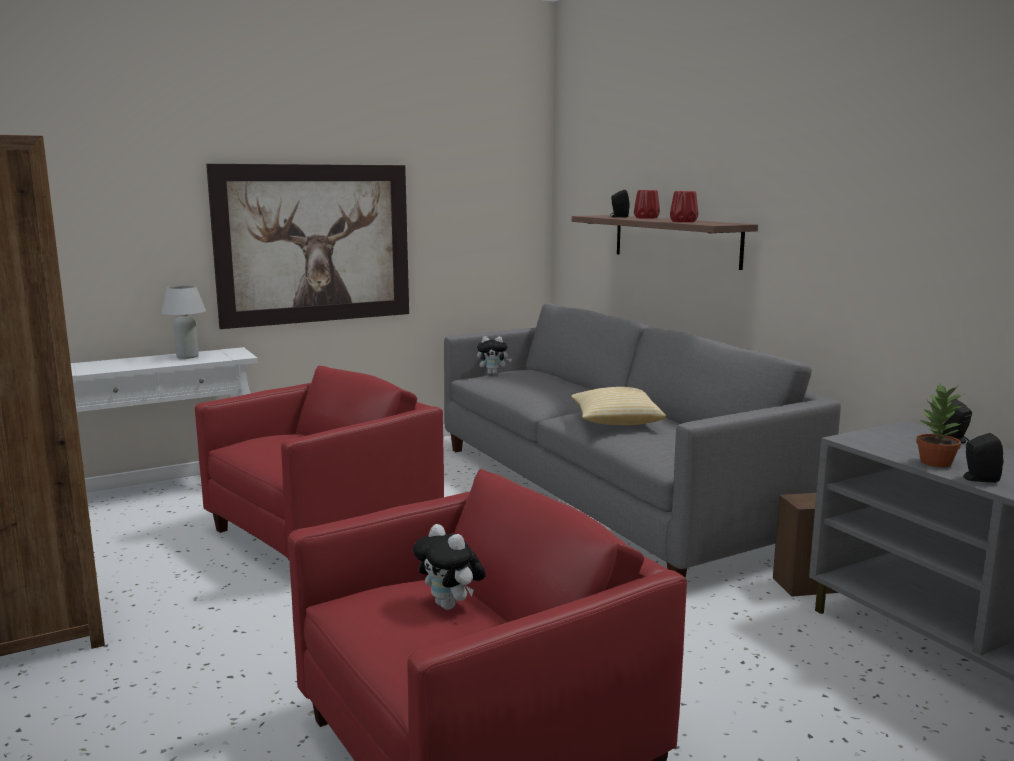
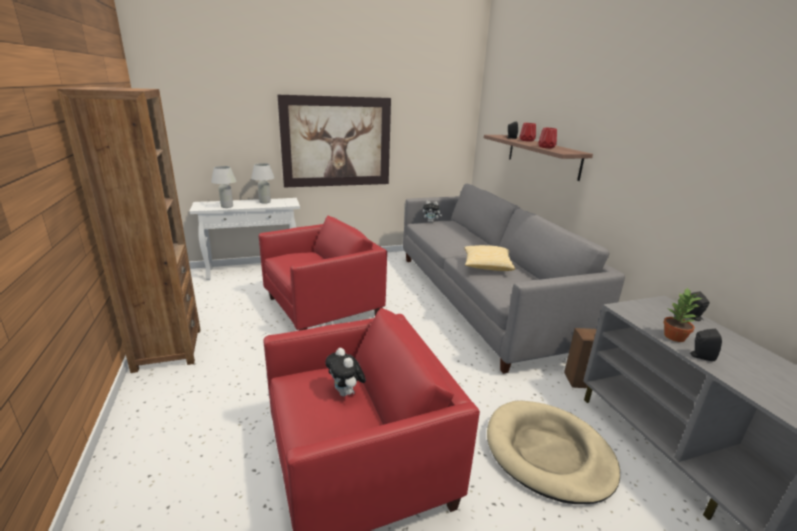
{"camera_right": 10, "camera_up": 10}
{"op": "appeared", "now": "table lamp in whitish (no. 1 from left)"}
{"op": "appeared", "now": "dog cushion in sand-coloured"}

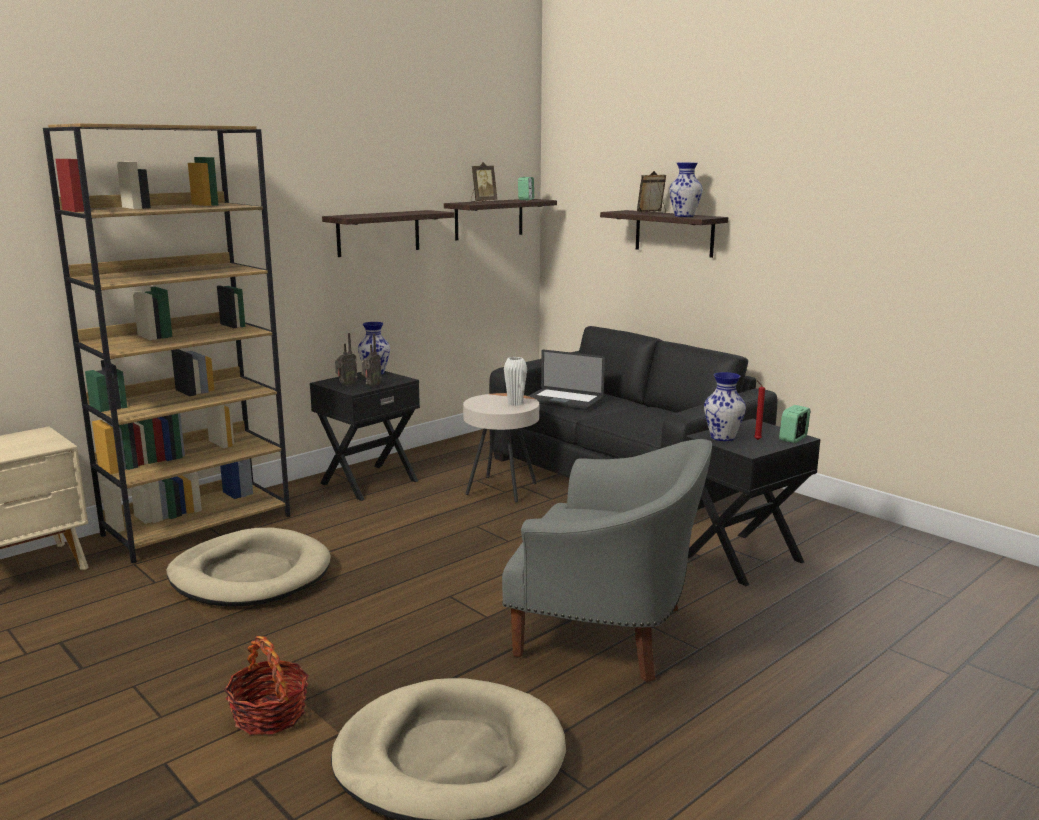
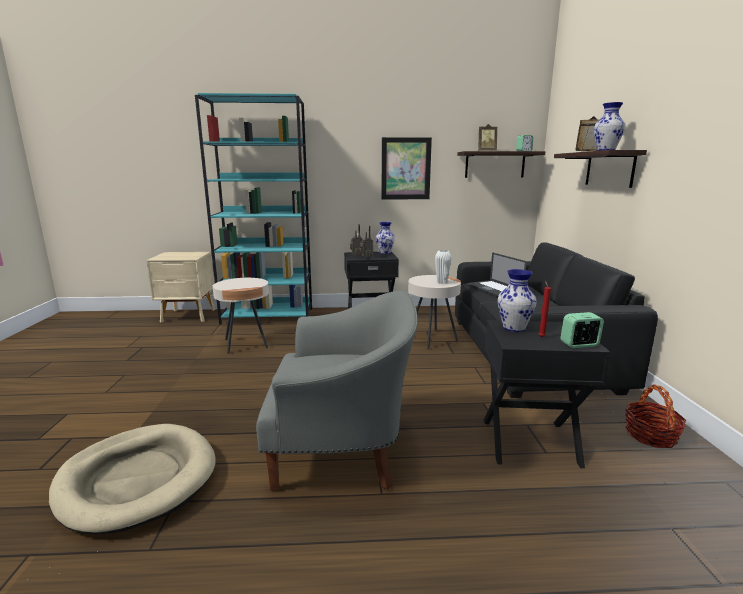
{"camera_right": 40, "camera_up": 0}
{"op": "colour", "was": "shelving unit in brown", "now": "shelving unit in turquoise"}
{"op": "exchanged", "was": "wall shelf (no. 1 from left)", "now": "picture"}
{"op": "spun", "was": "lounge chair in grey", "clockwise": -60}
{"op": "exchanged", "was": "dog cushion in sand-coloured (no. 1 from left)", "now": "side table in sand-coloured (no. 1 from left)"}
{"op": "relocated", "was": "storage basket"}

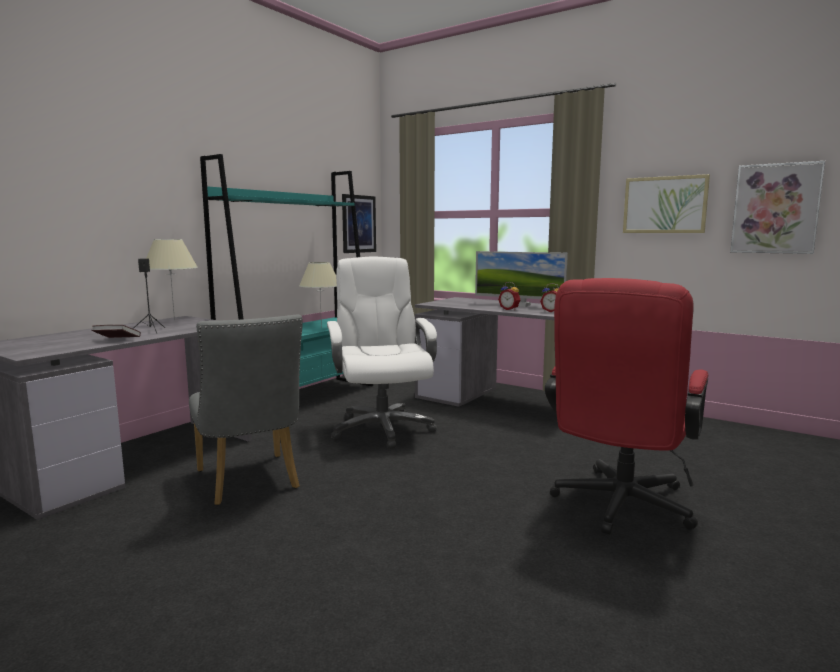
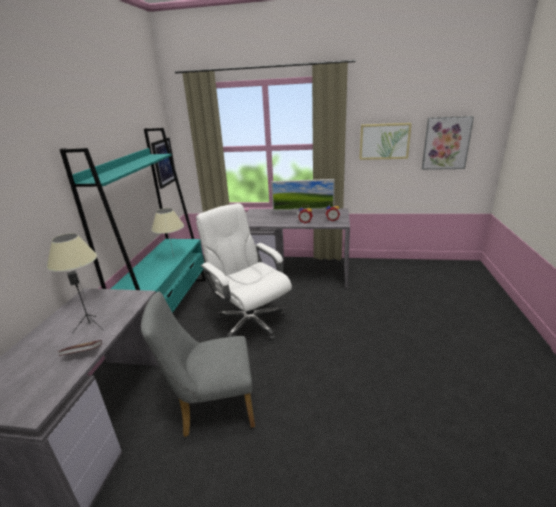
{"camera_right": -25, "camera_up": 15}
{"op": "missing", "was": "office chair in red"}
{"op": "spun", "was": "chair in grey", "clockwise": 135}

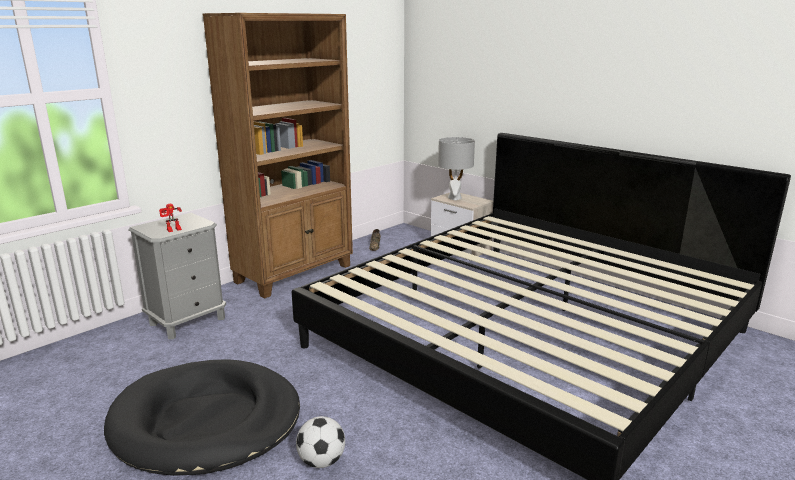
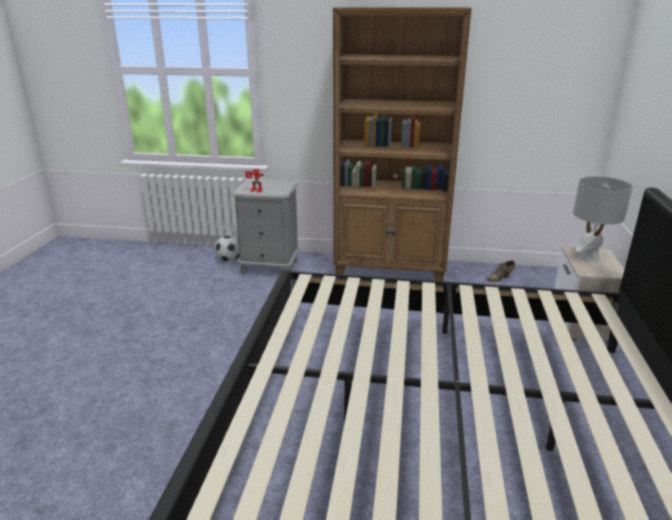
{"camera_right": 55, "camera_up": 5}
{"op": "missing", "was": "dog cushion in black"}
{"op": "relocated", "was": "football ball"}

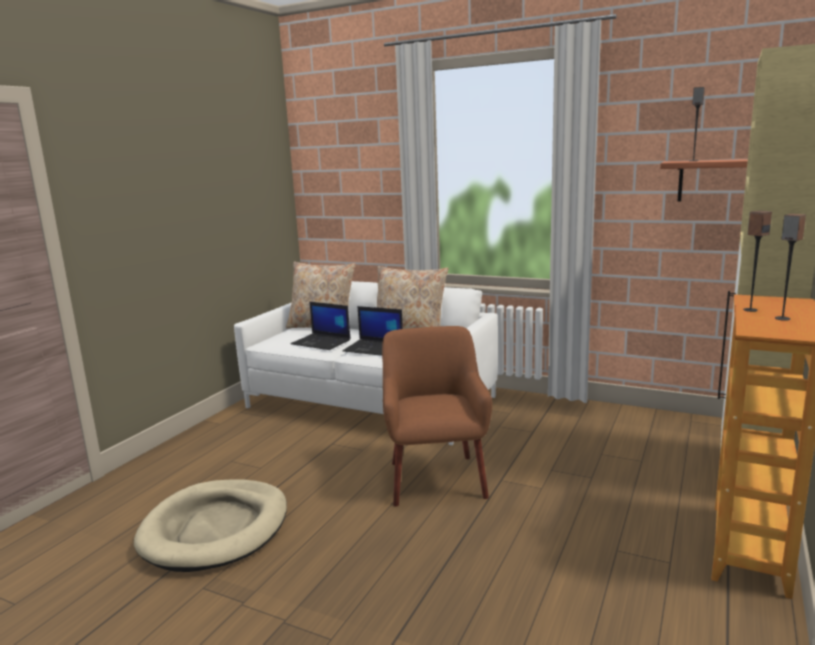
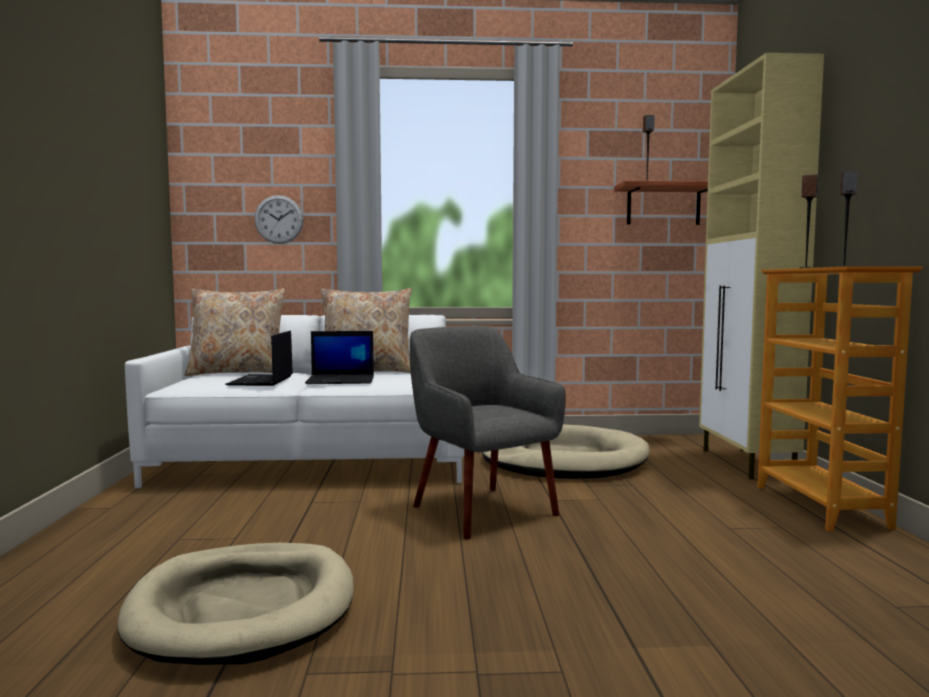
{"camera_right": -30, "camera_up": -10}
{"op": "spun", "was": "portable computer (no. 1 from left)", "clockwise": 90}
{"op": "colour", "was": "lounge chair in brown", "now": "lounge chair in grey"}
{"op": "appeared", "now": "hanging clock"}
{"op": "appeared", "now": "dog cushion in sand-coloured (no. 2 from left)"}

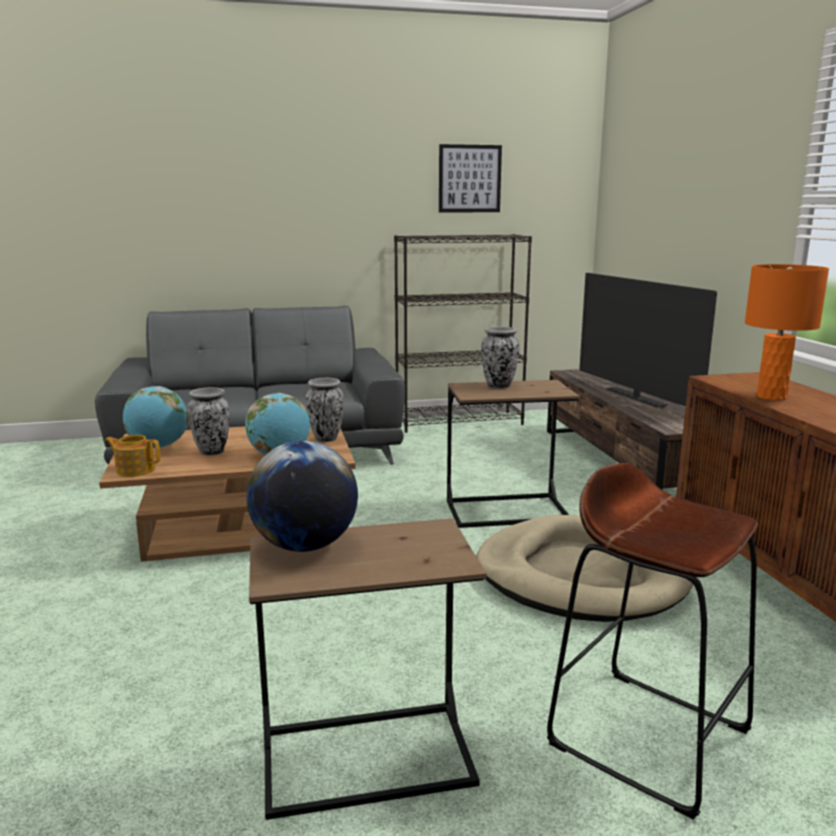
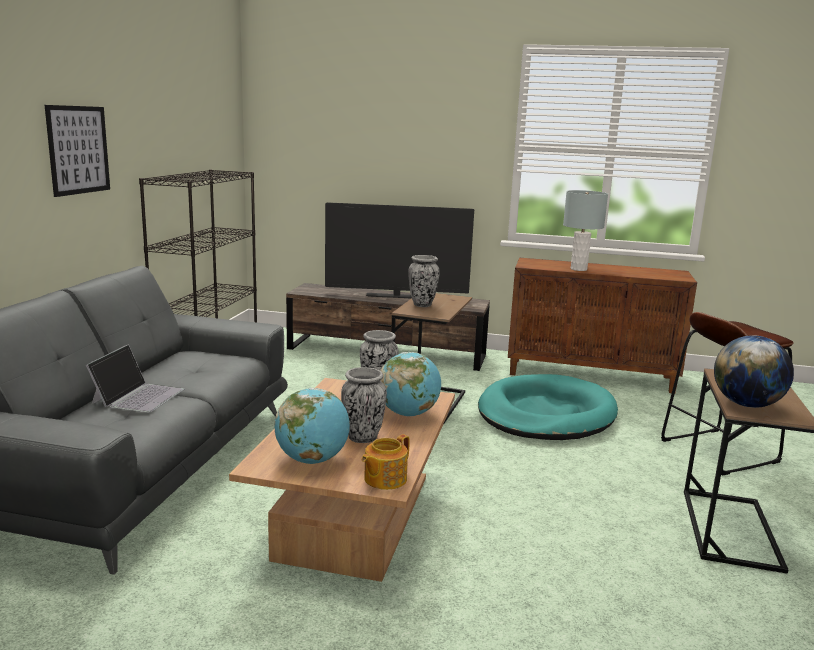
{"camera_right": -65, "camera_up": 0}
{"op": "relocated", "was": "picture"}
{"op": "colour", "was": "table lamp in orange-coloured", "now": "table lamp in grey"}
{"op": "colour", "was": "dog cushion in sand-coloured", "now": "dog cushion in turquoise"}
{"op": "appeared", "now": "portable computer"}

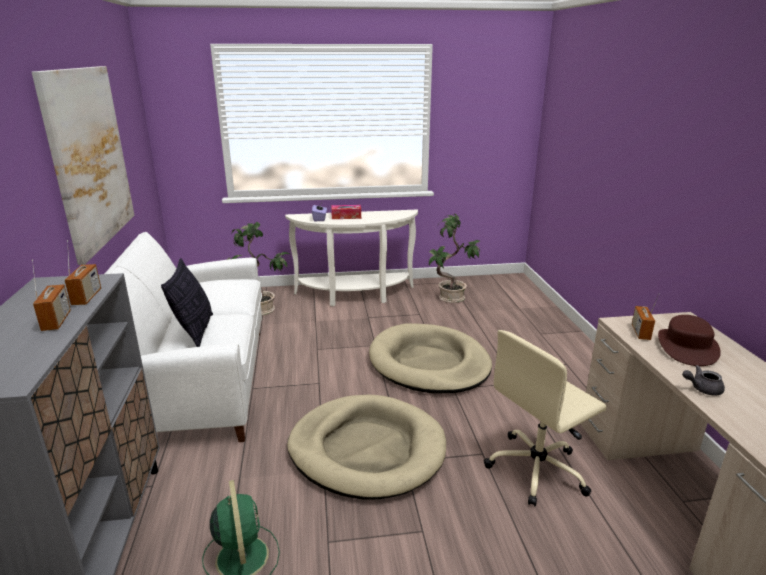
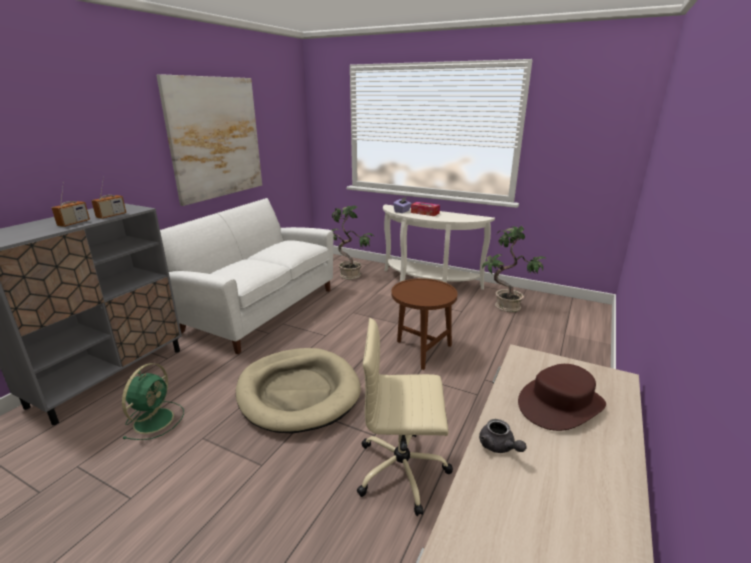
{"camera_right": 35, "camera_up": 0}
{"op": "missing", "was": "pillow"}
{"op": "missing", "was": "radio set (no. 3 from left)"}
{"op": "exchanged", "was": "dog cushion in sand-coloured (no. 2 from left)", "now": "side table in brown"}
{"op": "spun", "was": "pot for tea in grey", "clockwise": -150}

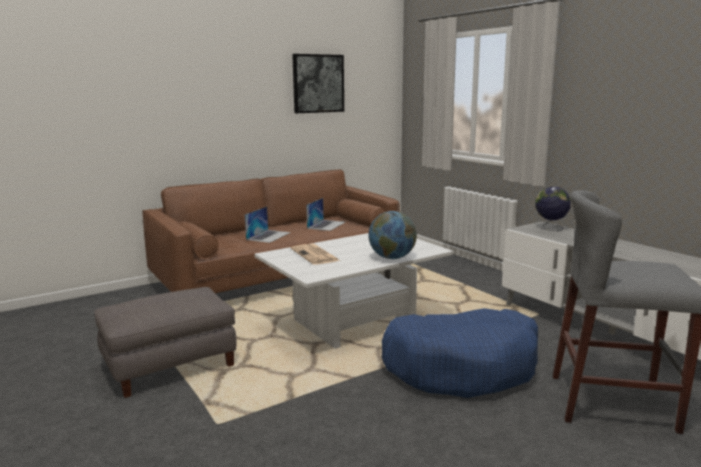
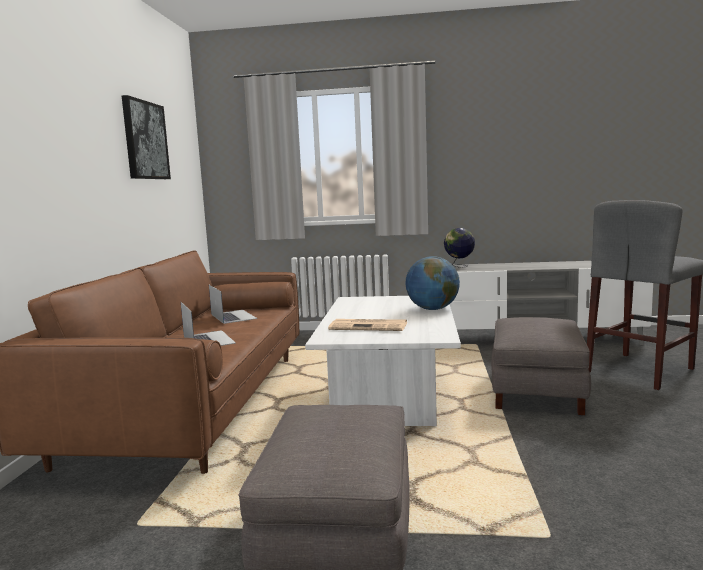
{"camera_right": -50, "camera_up": -5}
{"op": "exchanged", "was": "dog cushion in blue", "now": "ottoman in grey (no. 2 from left)"}

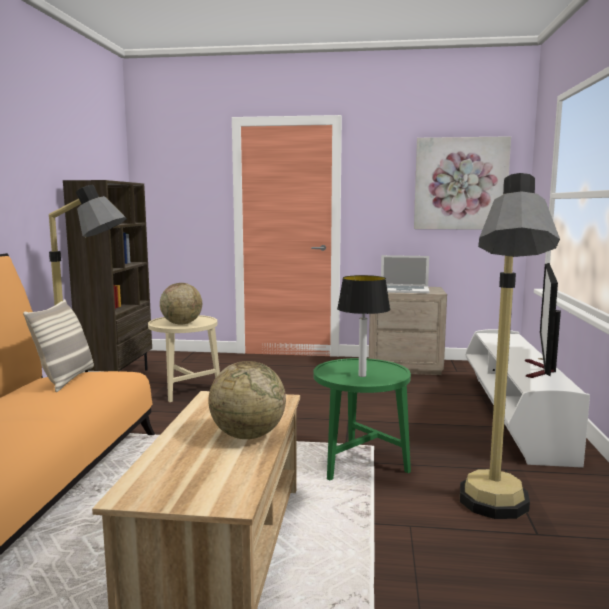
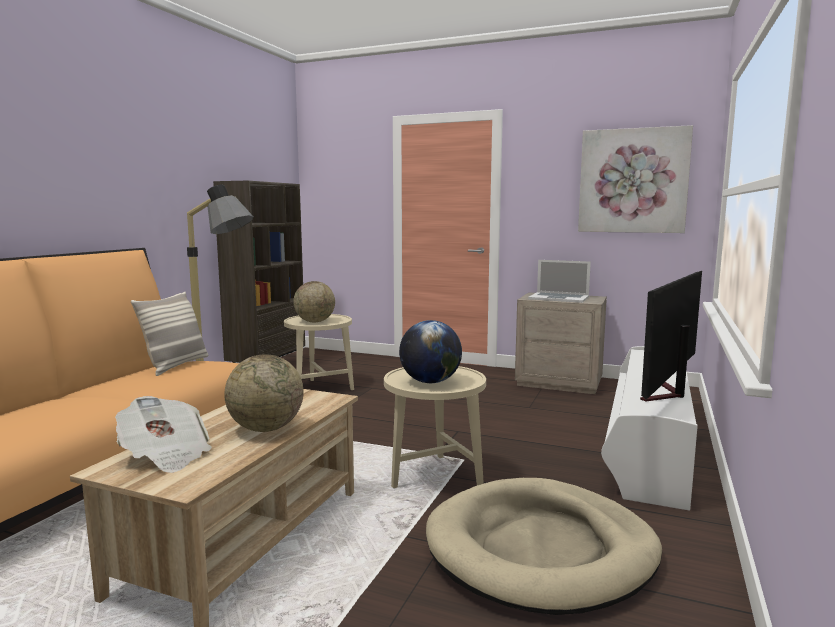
{"camera_right": 15, "camera_up": 0}
{"op": "exchanged", "was": "floor lamp (no. 2 from left)", "now": "dog cushion in sand-coloured"}
{"op": "exchanged", "was": "table lamp", "now": "desk globe (no. 3 from left)"}
{"op": "colour", "was": "side table in green", "now": "side table in sand-coloured (no. 2 from left)"}
{"op": "appeared", "now": "newspaper"}

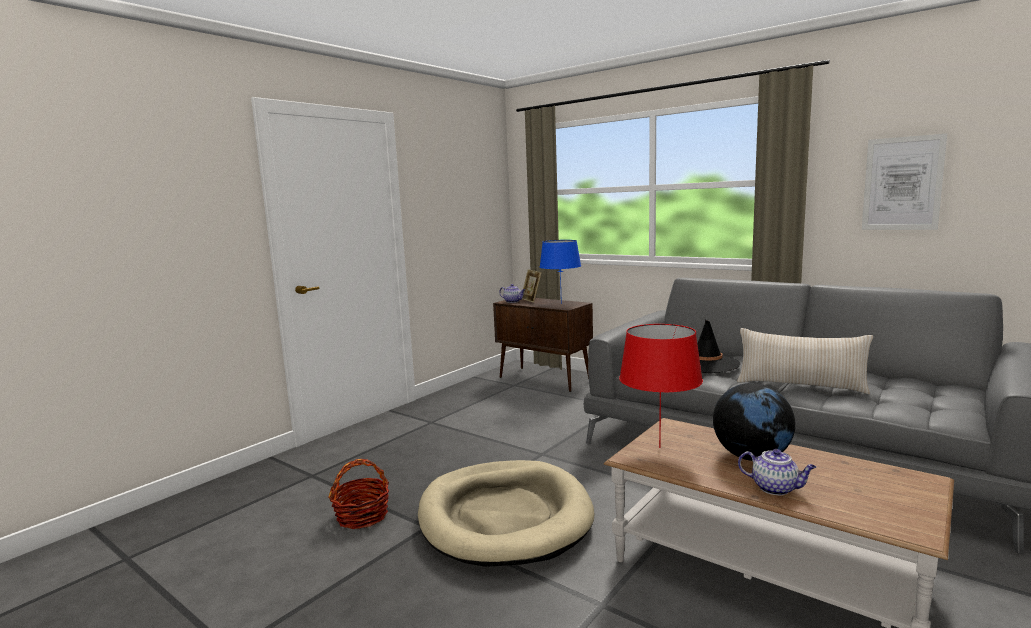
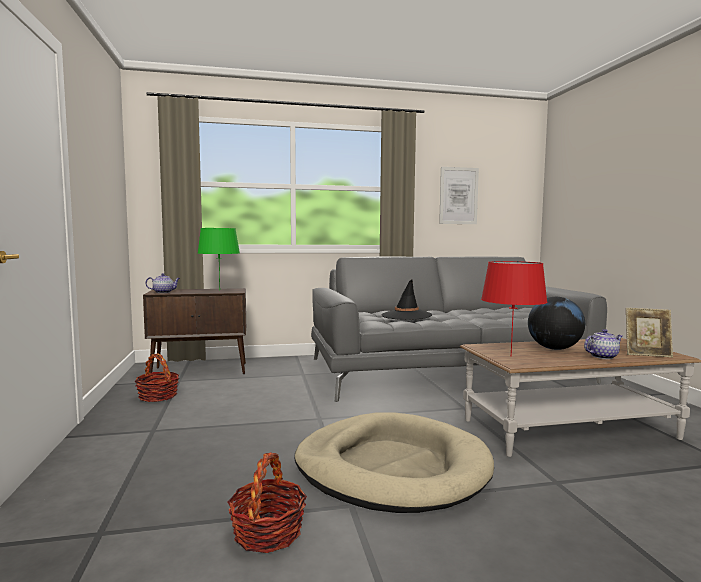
{"camera_right": -50, "camera_up": -5}
{"op": "colour", "was": "table lamp in blue", "now": "table lamp in green"}
{"op": "relocated", "was": "photo frame"}
{"op": "missing", "was": "pillow in sand-coloured"}
{"op": "appeared", "now": "storage basket (no. 1 from left)"}

